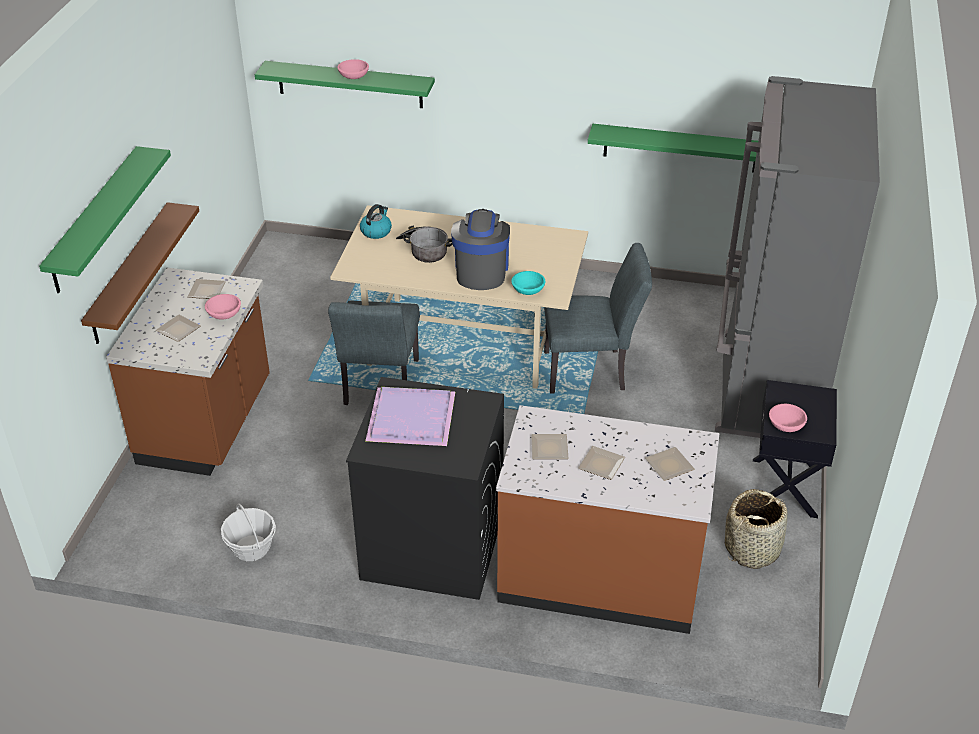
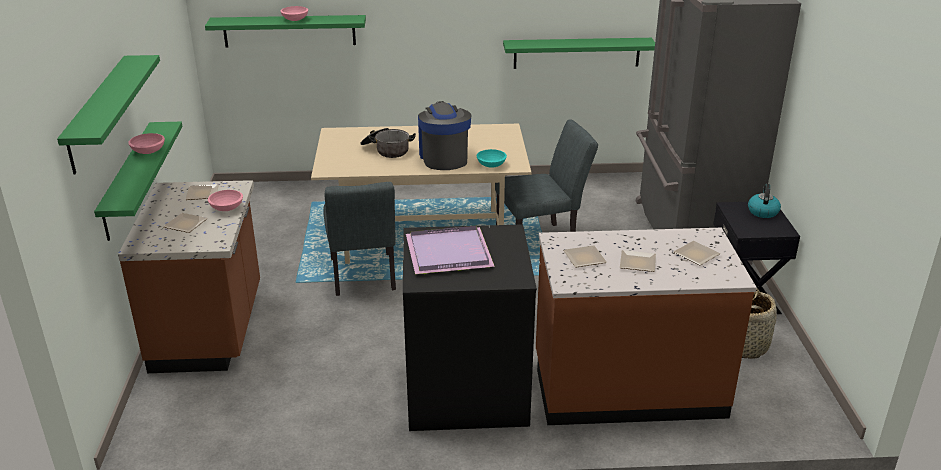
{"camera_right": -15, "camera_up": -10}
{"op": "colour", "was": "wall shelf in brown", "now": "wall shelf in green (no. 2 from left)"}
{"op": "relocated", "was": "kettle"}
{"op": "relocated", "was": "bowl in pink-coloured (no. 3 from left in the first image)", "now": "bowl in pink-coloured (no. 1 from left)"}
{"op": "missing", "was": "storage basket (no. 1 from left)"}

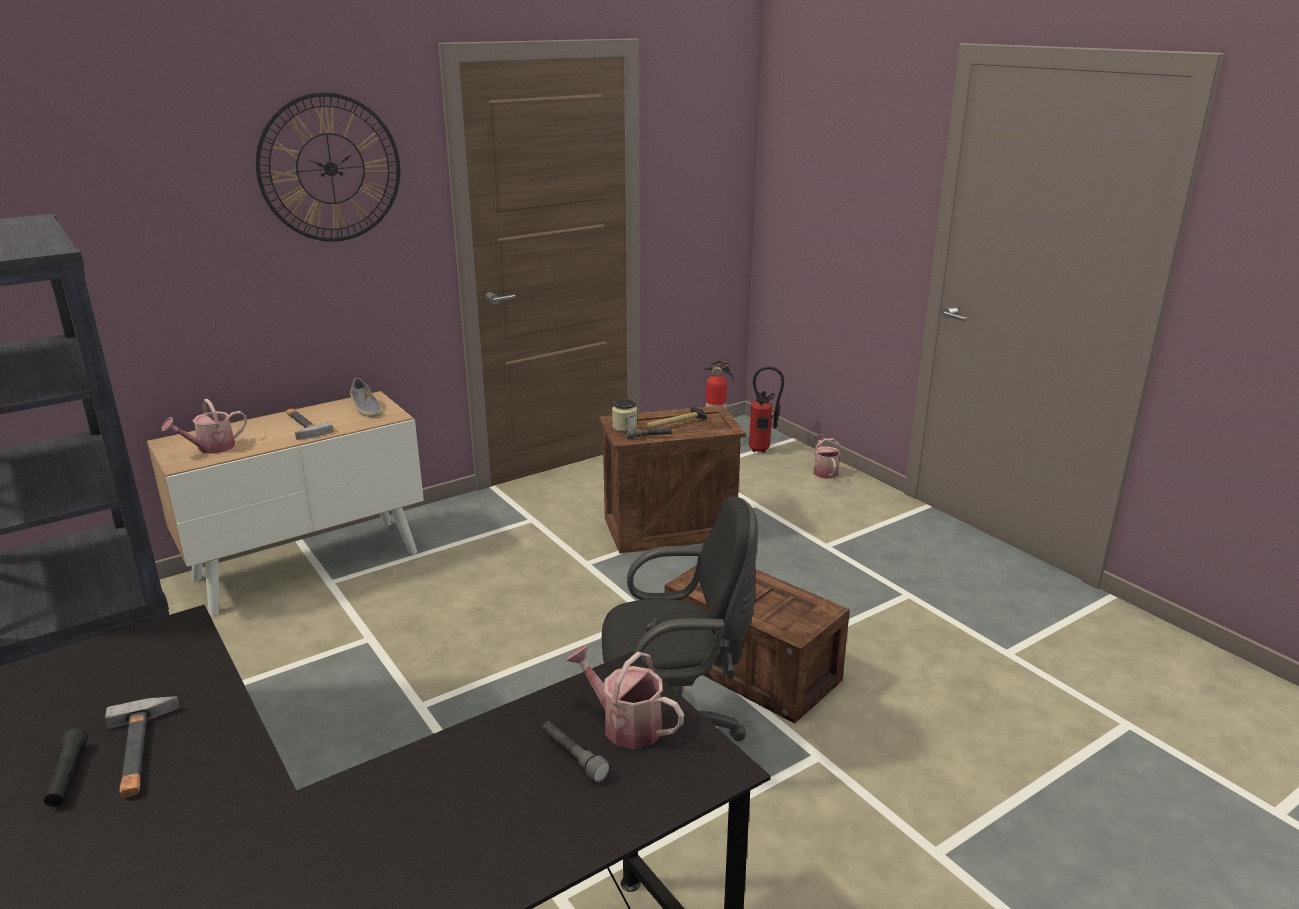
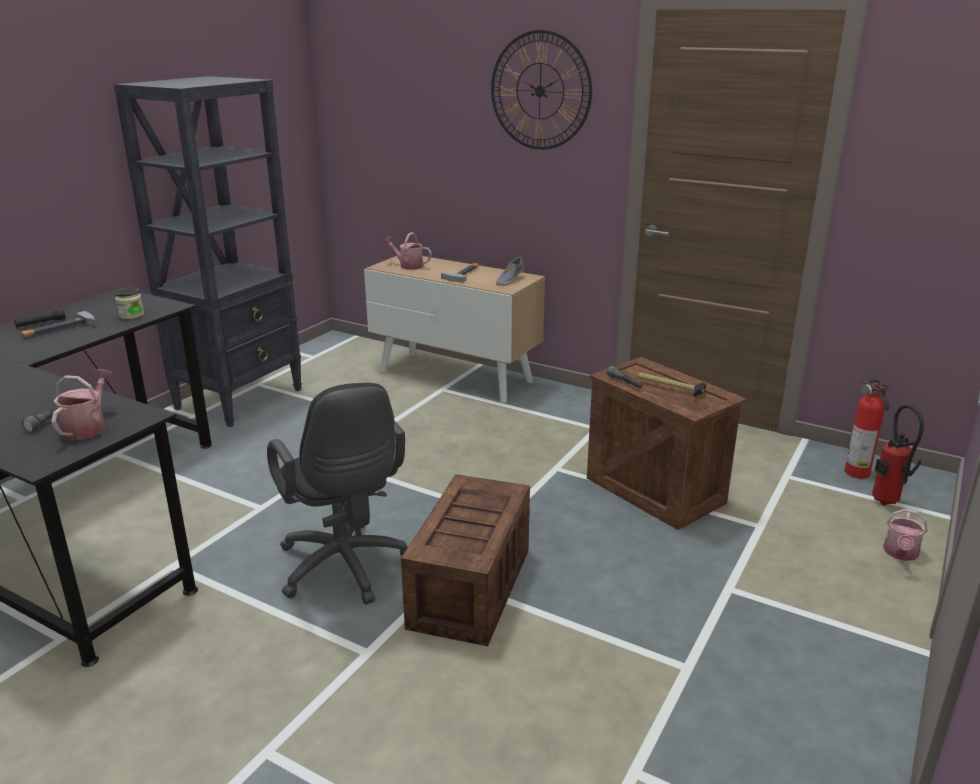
{"camera_right": 65, "camera_up": 0}
{"op": "relocated", "was": "storage jar"}
{"op": "spun", "was": "watering can (no. 3 from left)", "clockwise": 150}

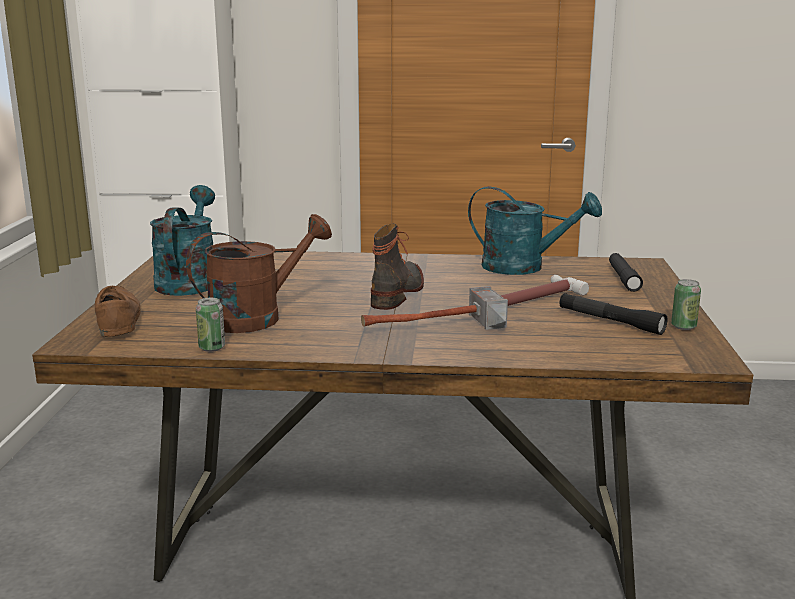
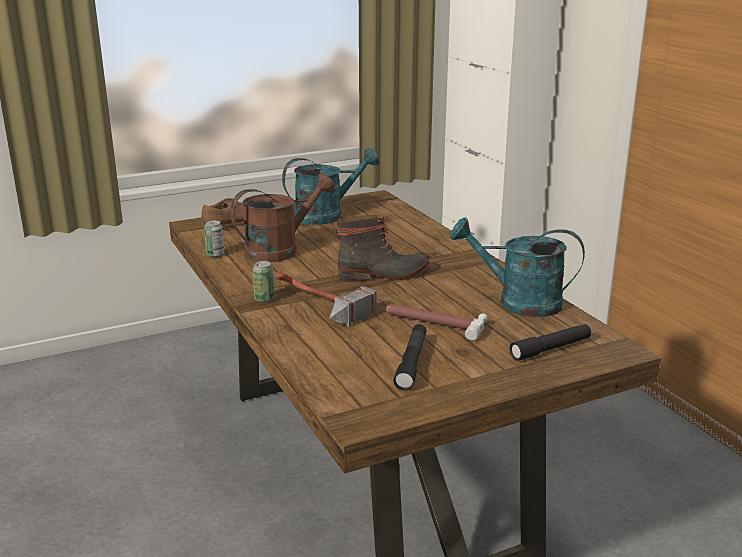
{"camera_right": 60, "camera_up": 5}
{"op": "spun", "was": "watering can in turquoise (no. 2 from left)", "clockwise": 120}
{"op": "spun", "was": "watering can in brown", "clockwise": -60}
{"op": "relocated", "was": "metal can (no. 2 from left)"}

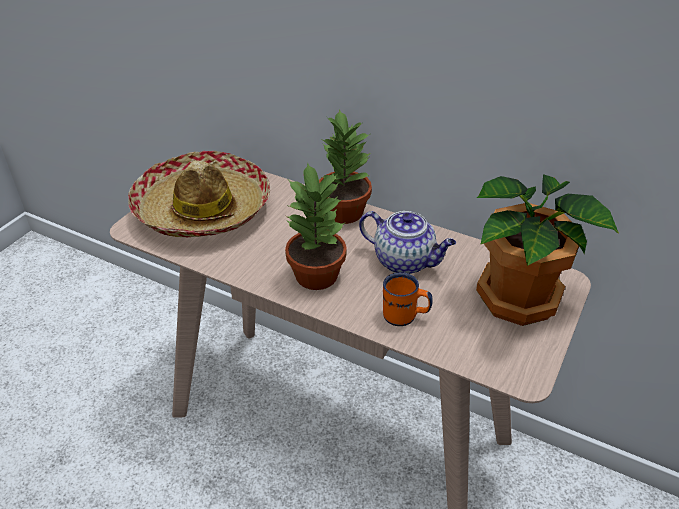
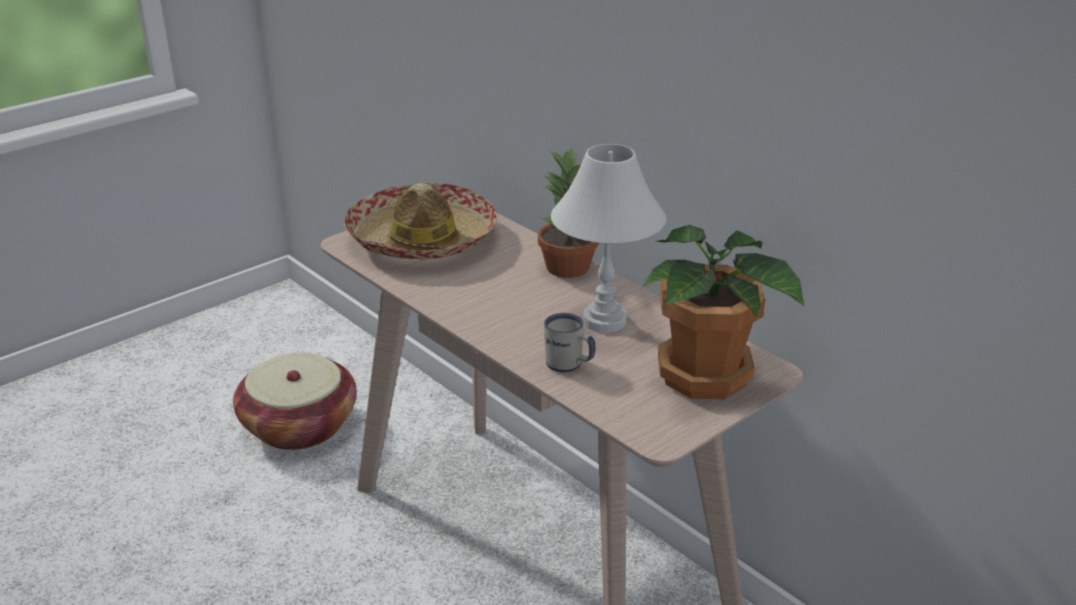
{"camera_right": 20, "camera_up": -10}
{"op": "missing", "was": "potted plant (no. 1 from left)"}
{"op": "exchanged", "was": "pot for tea", "now": "table lamp in whitish"}
{"op": "colour", "was": "tea mug in orange-coloured", "now": "tea mug in whitish"}
{"op": "appeared", "now": "storage basket"}

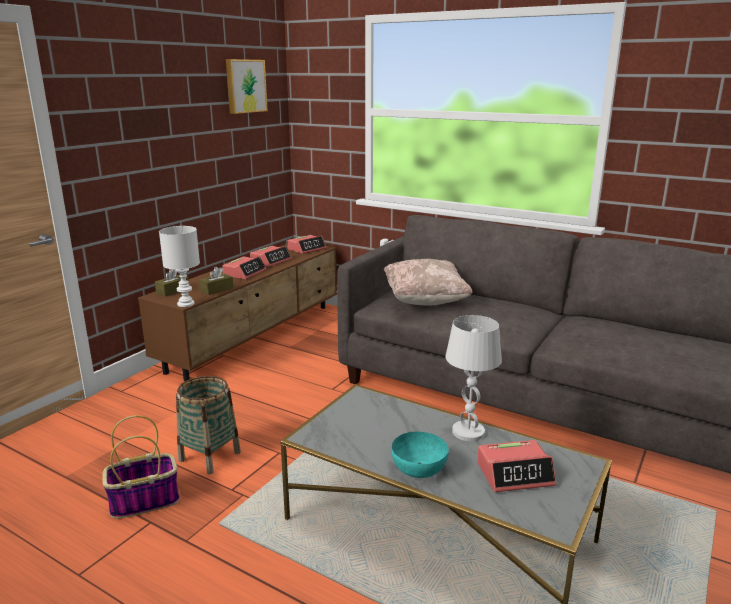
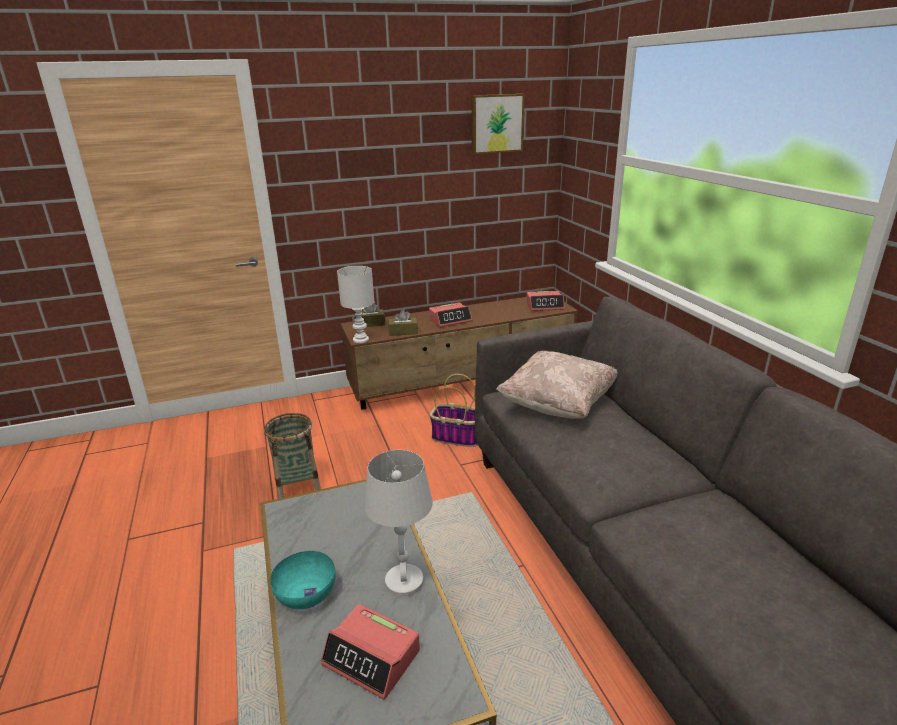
{"camera_right": 40, "camera_up": 5}
{"op": "missing", "was": "table clock (no. 2 from left)"}
{"op": "relocated", "was": "storage basket (no. 1 from left in the first image)", "now": "storage basket (no. 2 from left)"}

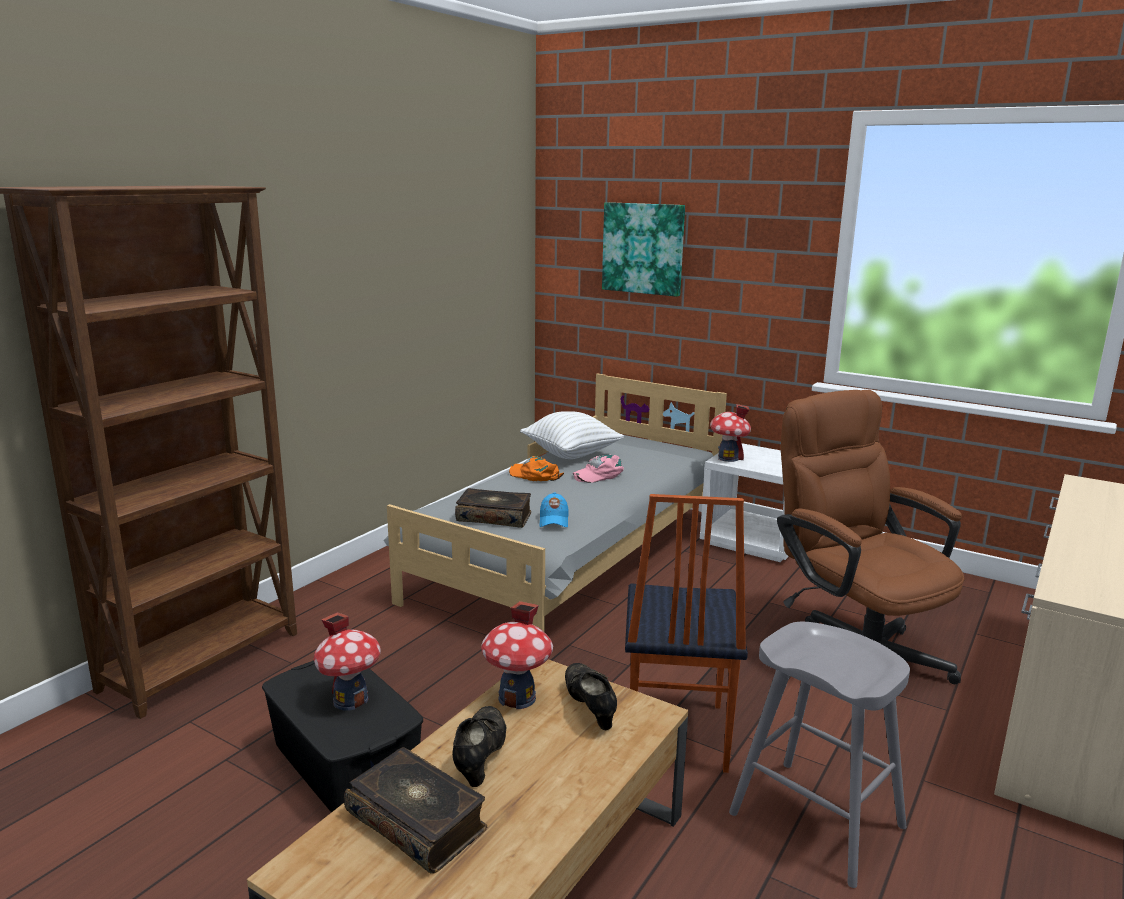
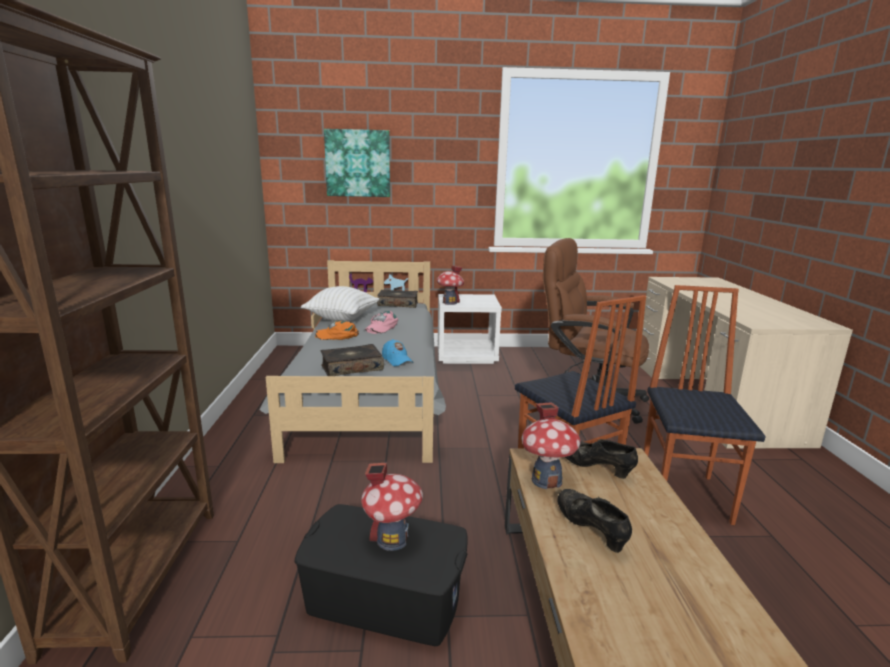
{"camera_right": -35, "camera_up": 0}
{"op": "exchanged", "was": "stool seat in grey", "now": "chair (no. 2 from left)"}
{"op": "relocated", "was": "bound book (no. 1 from left in the first image)", "now": "bound book (no. 2 from left)"}

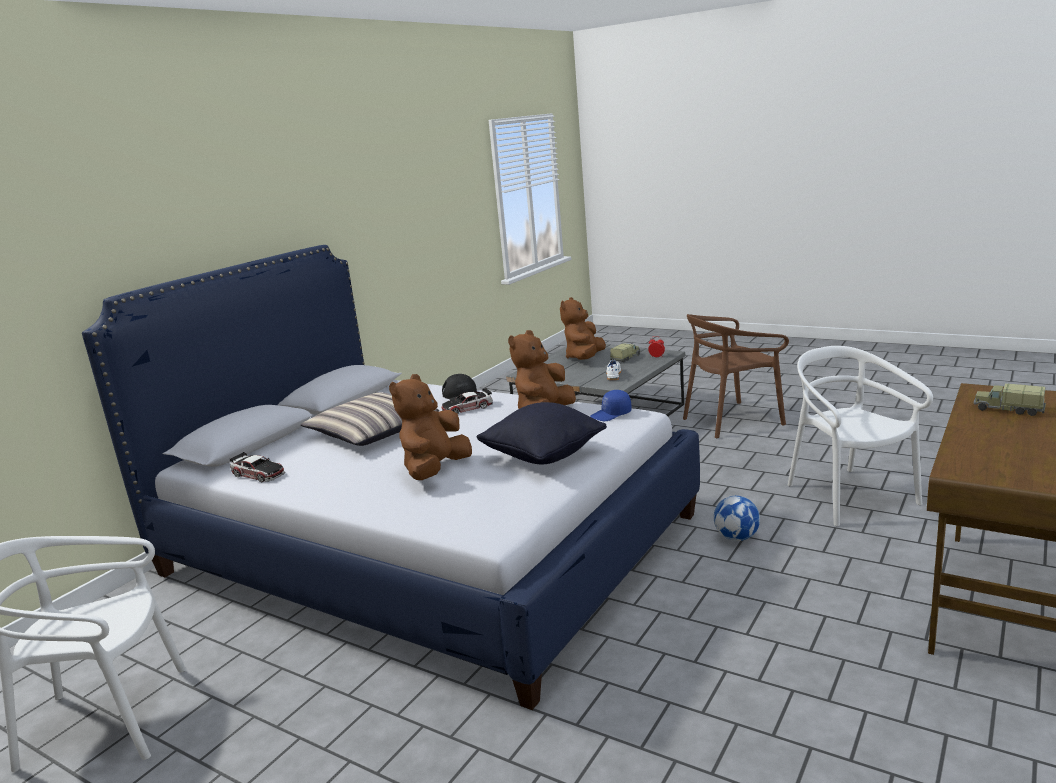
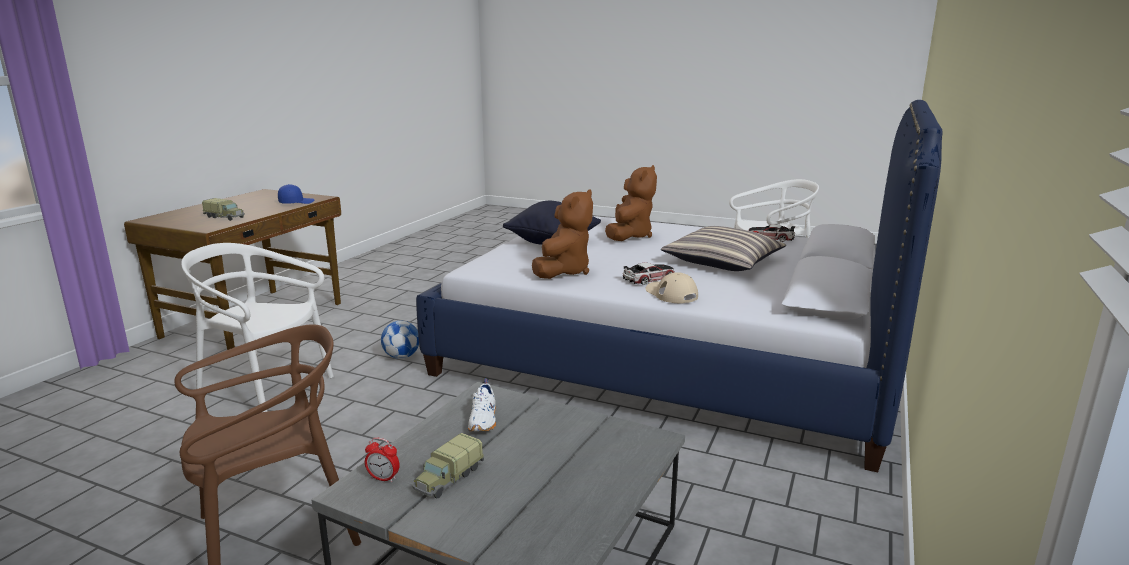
{"camera_right": 170, "camera_up": 0}
{"op": "missing", "was": "plush toy in brown (no. 3 from left)"}
{"op": "spun", "was": "chair in whitish (no. 2 from left in the first image)", "clockwise": 135}
{"op": "colour", "was": "cap in black", "now": "cap in sand-coloured"}
{"op": "relocated", "was": "cap in blue"}

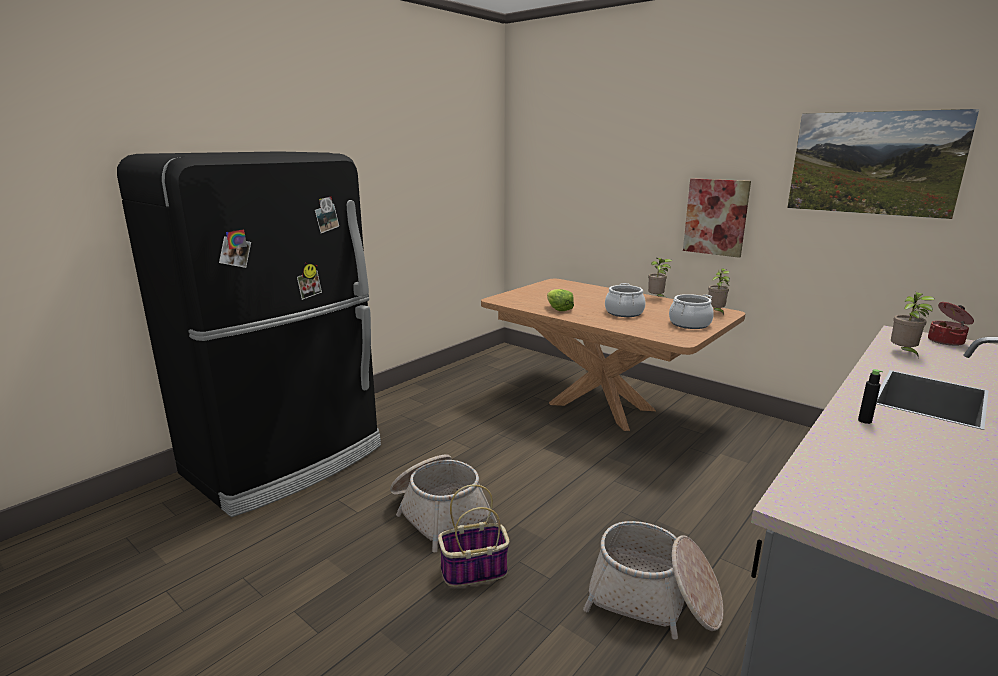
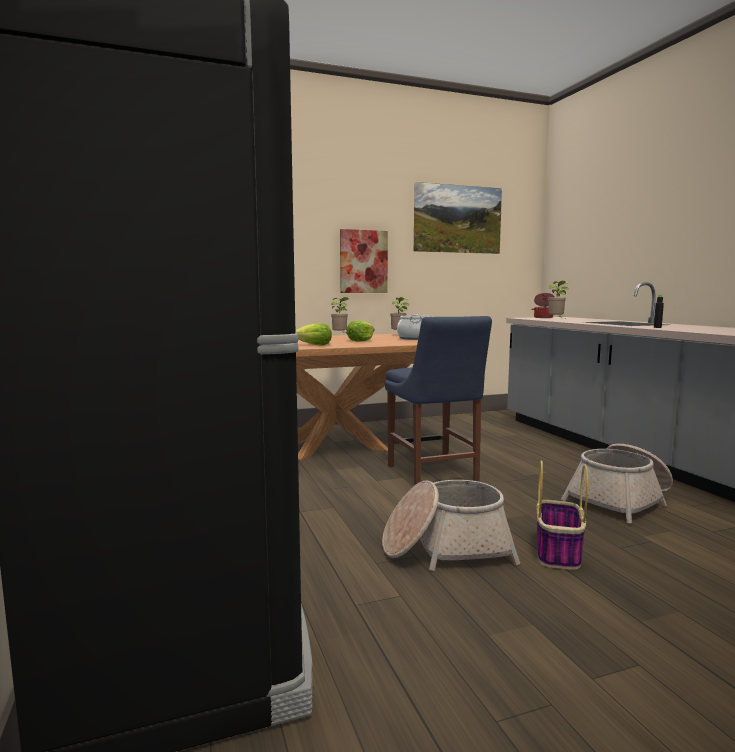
{"camera_right": -60, "camera_up": -10}
{"op": "exchanged", "was": "cooking pot (no. 1 from left)", "now": "head of lettuce (no. 2 from left)"}
{"op": "appeared", "now": "chair in blue"}

